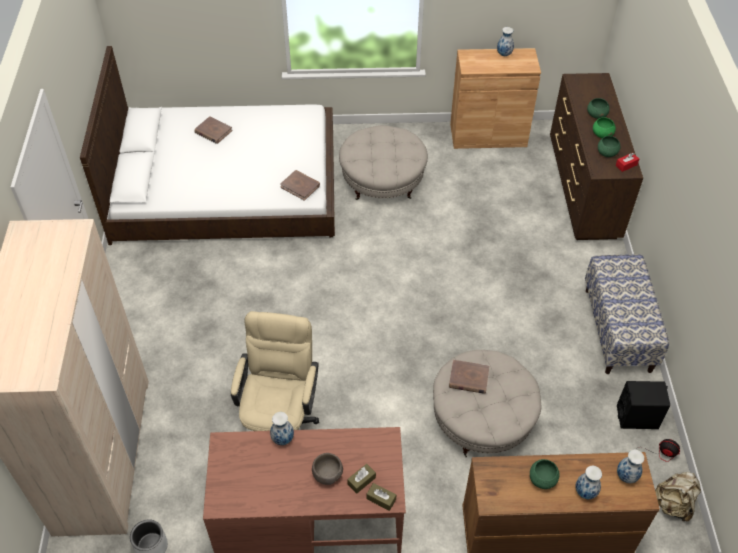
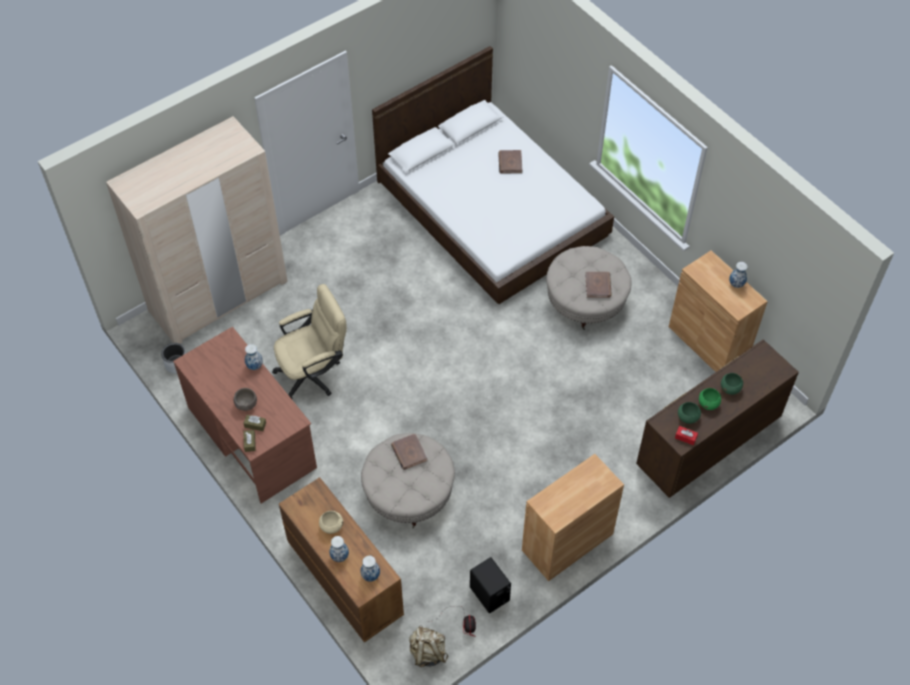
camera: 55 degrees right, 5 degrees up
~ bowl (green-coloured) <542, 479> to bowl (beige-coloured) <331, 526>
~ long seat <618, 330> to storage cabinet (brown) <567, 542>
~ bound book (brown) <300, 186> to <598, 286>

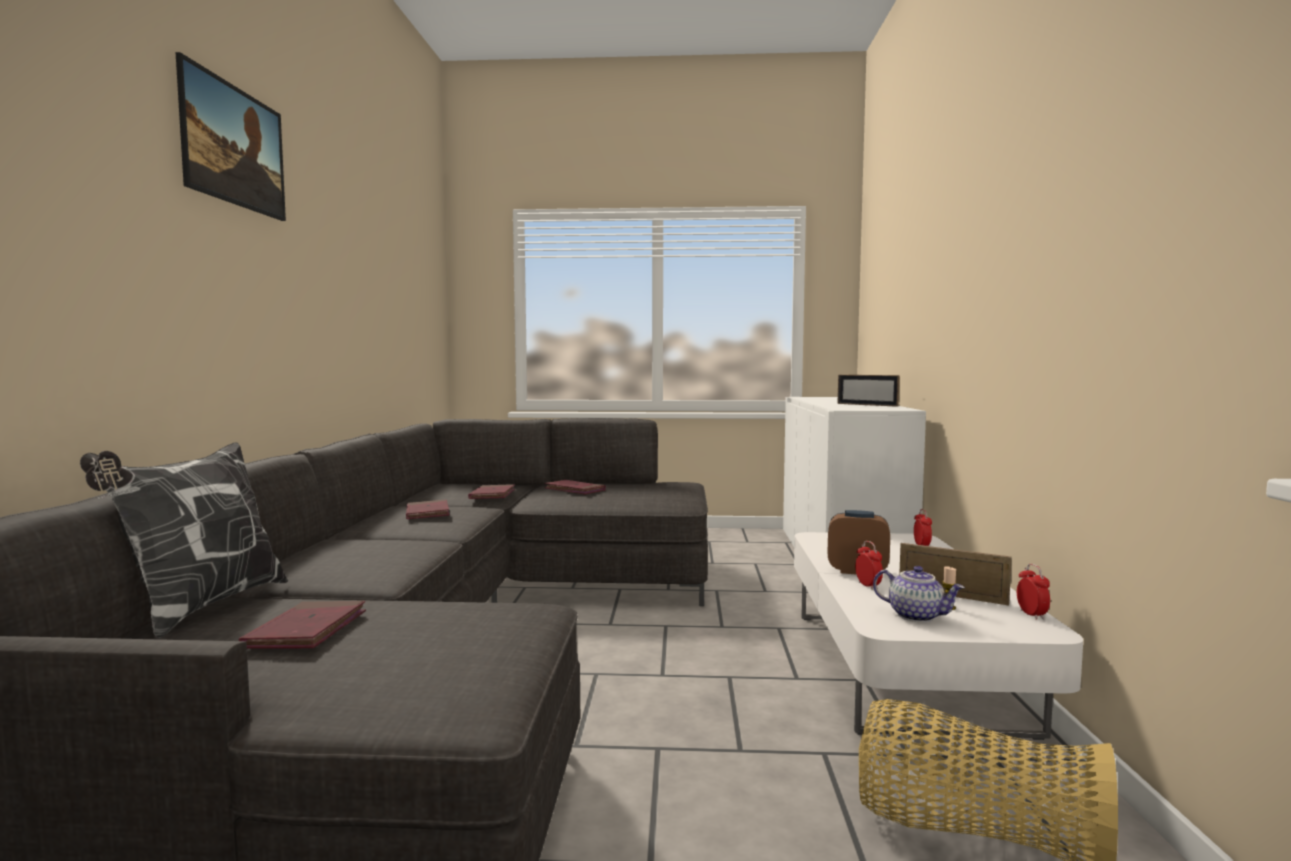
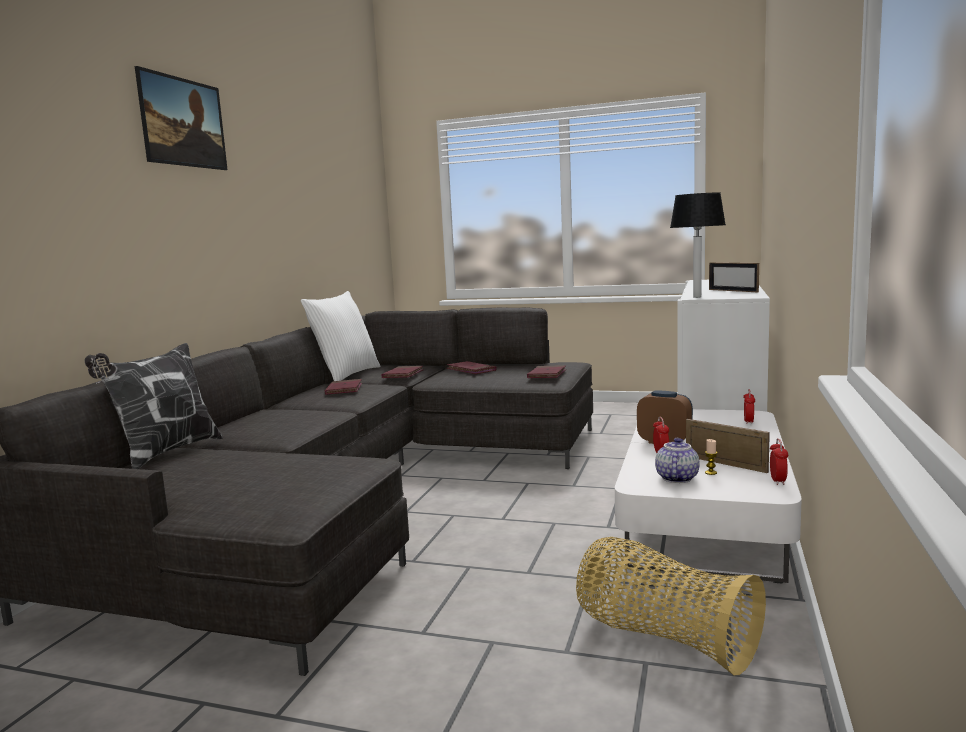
camera: 15 degrees right, 5 degrees up
+ throw pillow (white) <346, 375>
~ bound book (red-coloured) <307, 631> to <547, 375>
~ tea pot <916, 616> = <676, 478> 120 degrees counterclockwise
+ table lamp <696, 297>

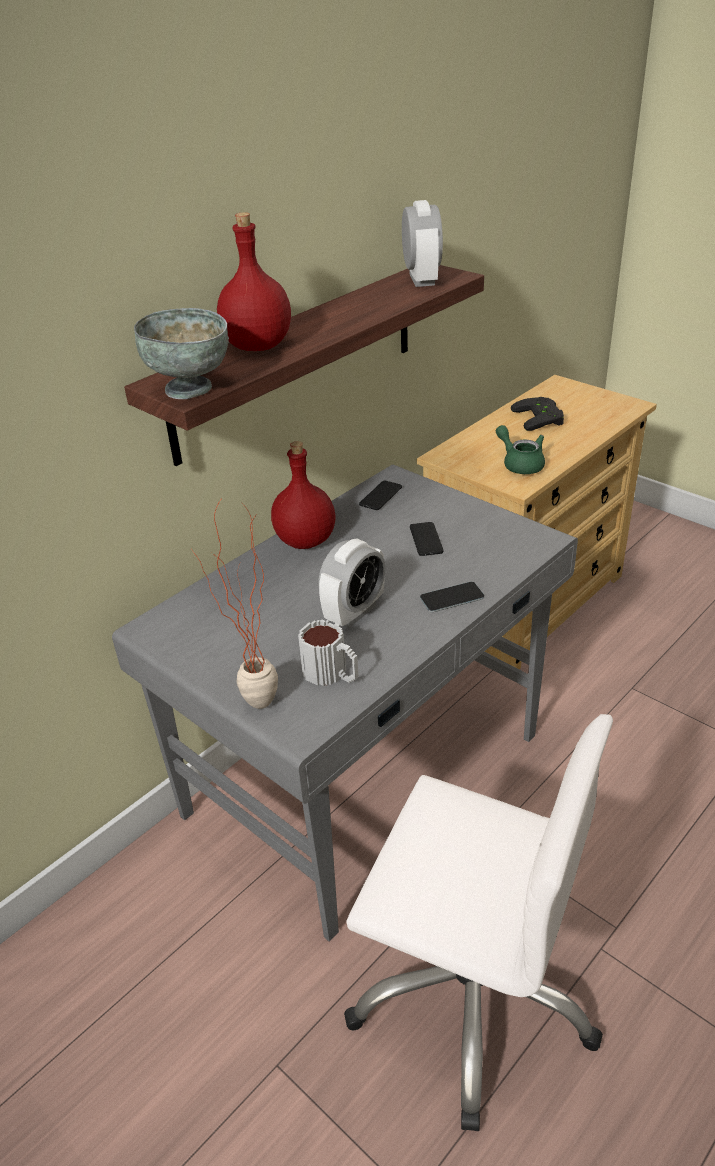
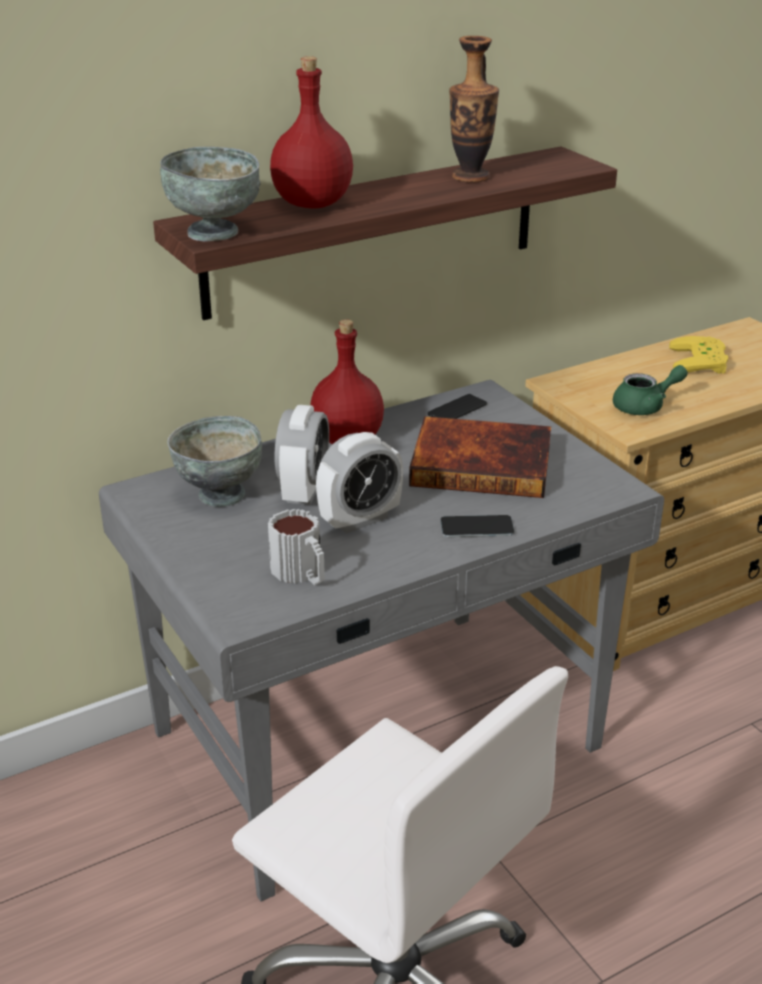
camera: 15 degrees right, 5 degrees down
+ bowl (greyish) <220, 496>
~ alarm clock <421, 279> to <304, 491>
~ phone <426, 539> to bound book <482, 463>
+ vase <470, 177>
~ tea pot (green-coloured) <520, 464> = <645, 407> 90 degrees clockwise
~ game controller (black-coloured) <541, 418> to game controller (yellowish) <702, 362>
- plant in a pot <251, 710>

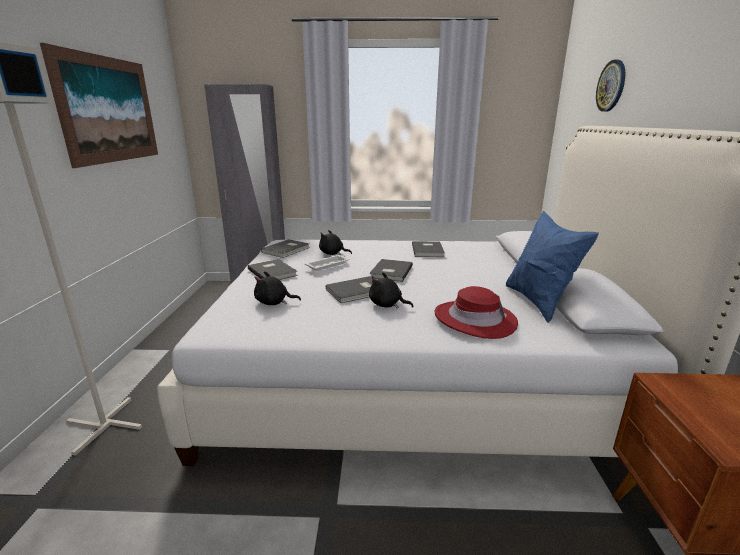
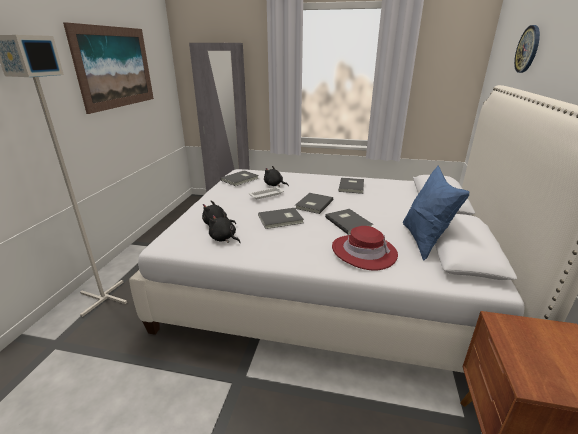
camera: 10 degrees right, 5 degrees up
~ soft toy (black-coloured) <387, 305> to <224, 238>
~ bound book (greyish) <273, 272> to <348, 222>

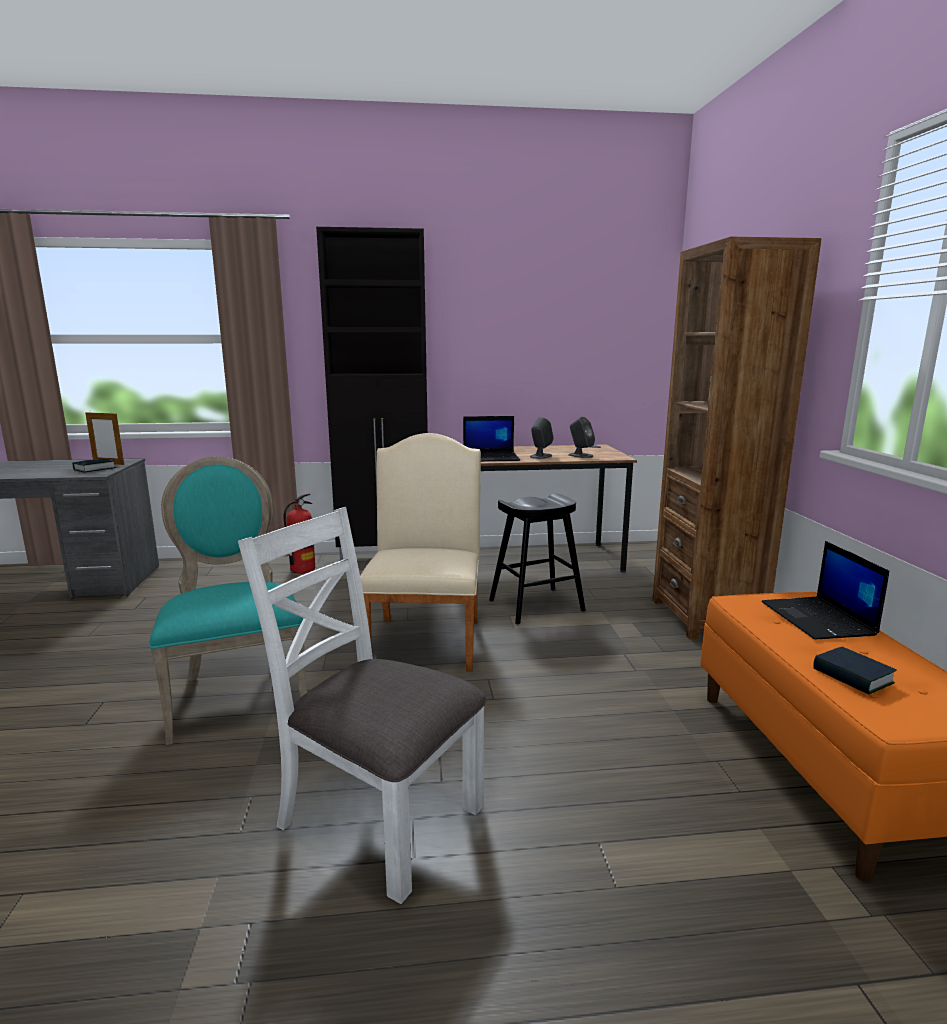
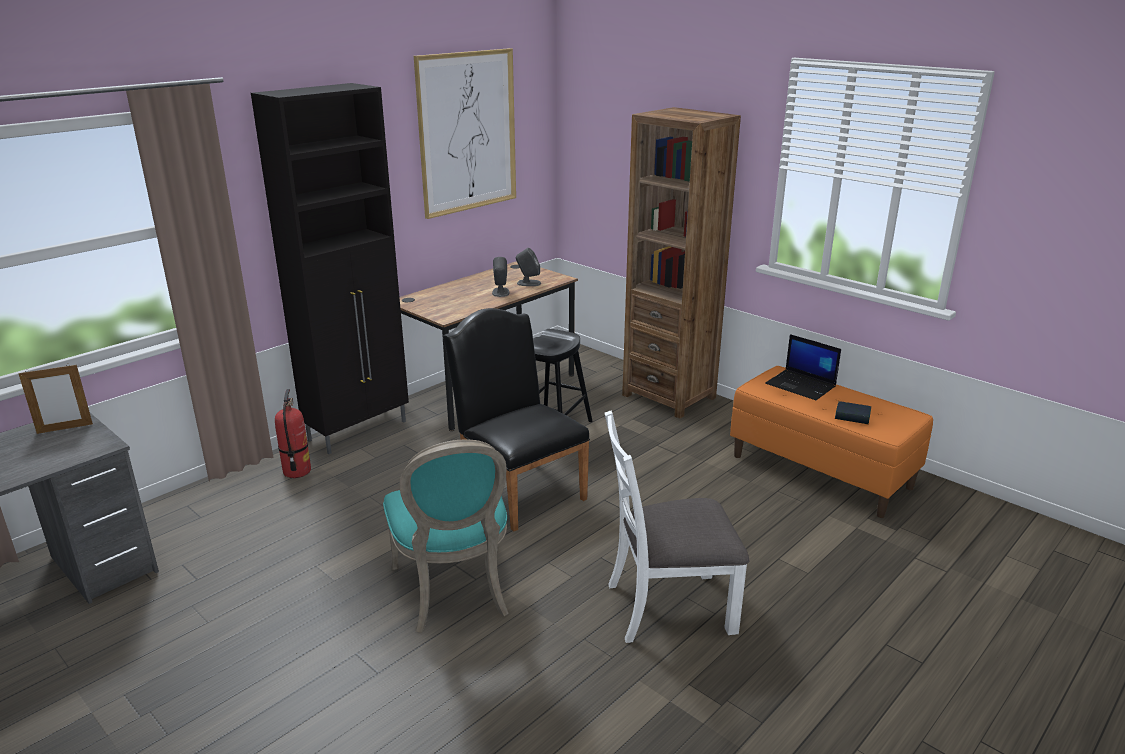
camera: 40 degrees left, 10 degrees up
~ chair (turquoise-coloured) <238, 693> = <454, 592> 135 degrees counterclockwise
+ picture <467, 132>
~ chair (beige-coloured) <427, 638> to chair (black-coloured) <518, 489>
- bound book <94, 469>
- laptop <491, 457>

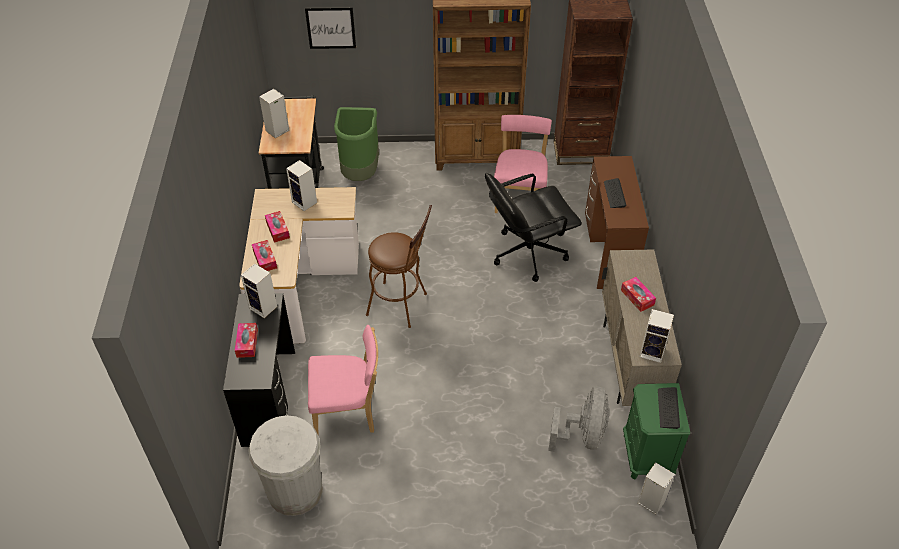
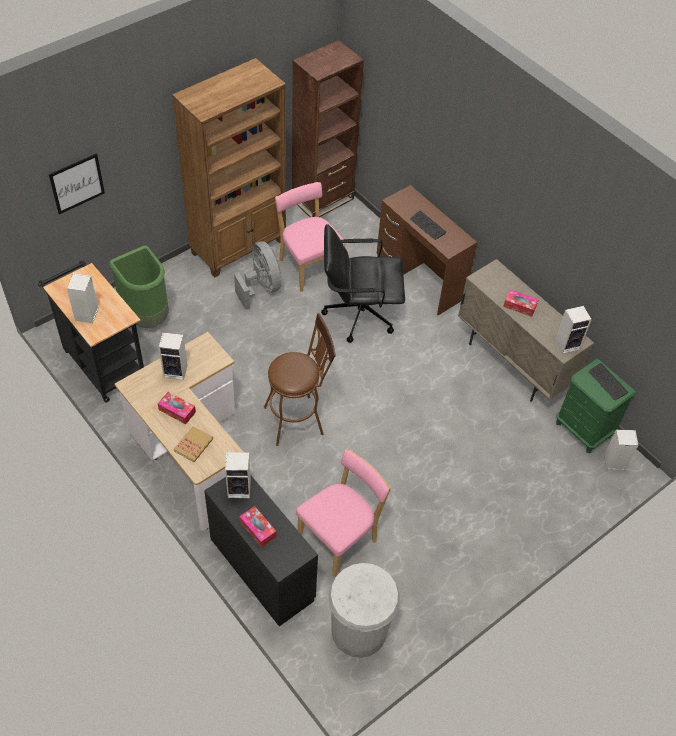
camera: 40 degrees left, 5 degrees up
~ box of tissues <265, 259> to bound book <193, 445>
~ cooling fan (greyish) <582, 435> to <261, 287>
~ office chair (black-coloured) <527, 253> = <359, 313> 60 degrees clockwise

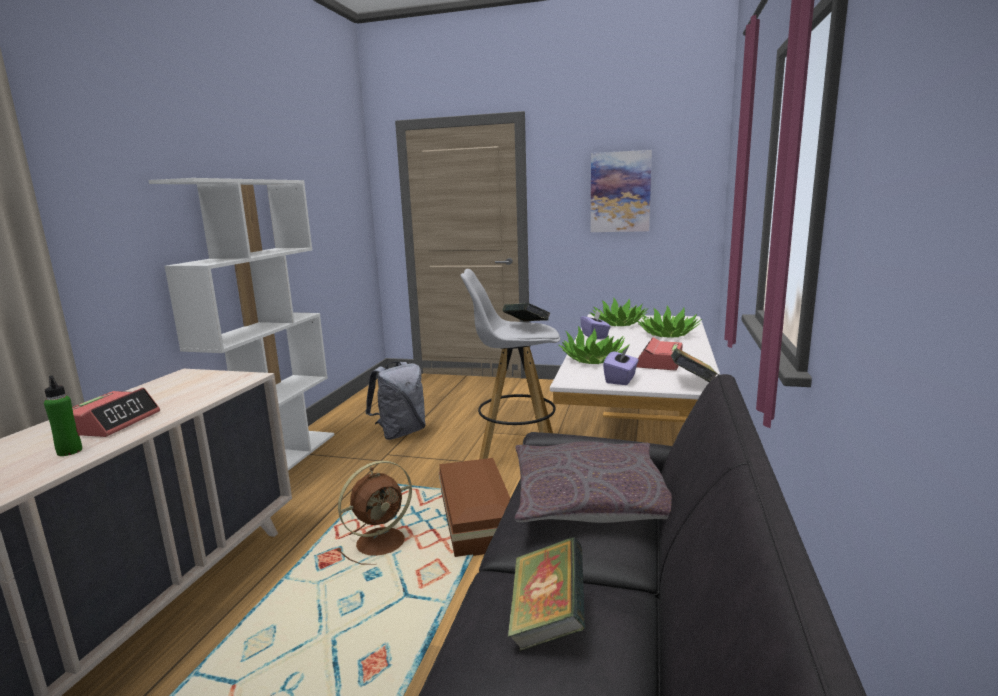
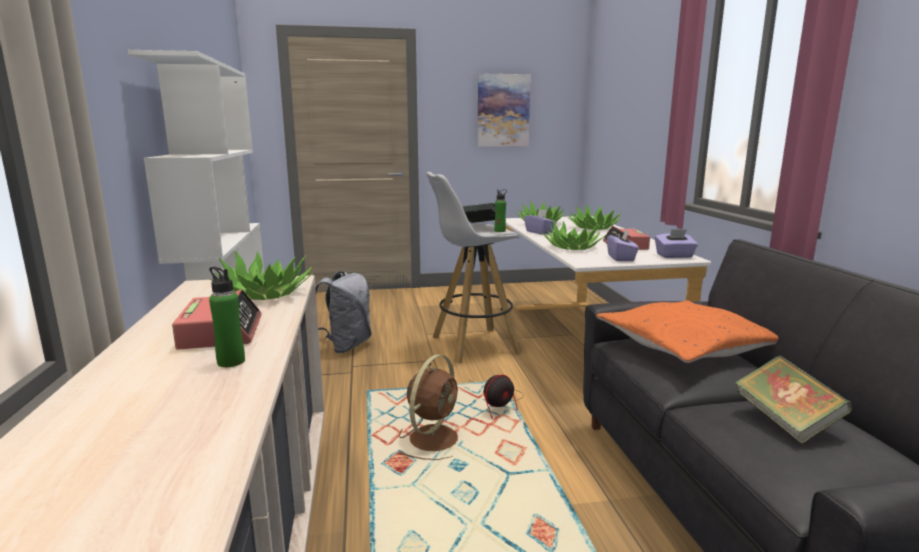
camera: 25 degrees left, 0 degrees up
+ plant in a pot <265, 294>
~ storage box (brown) <475, 519> to cooling fan <499, 403>
+ bottle (green-coloured) <500, 231>
~ throw pillow (greyish) <590, 499> to throw pillow (orange) <685, 346>
~ bound book <692, 383> to box of tissues (purple-coloured) <674, 256>

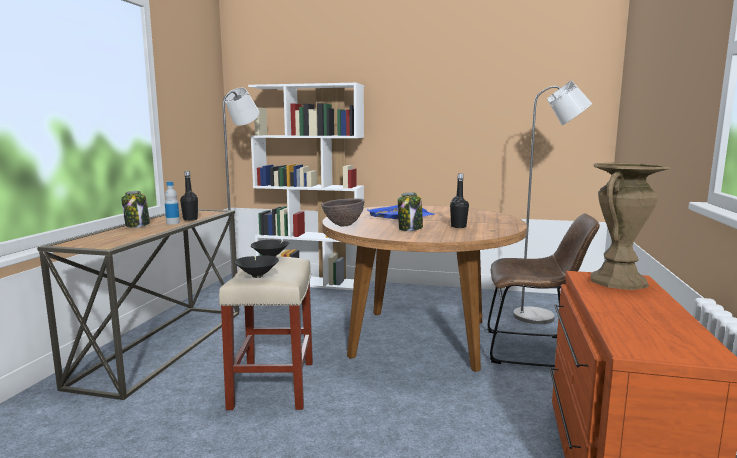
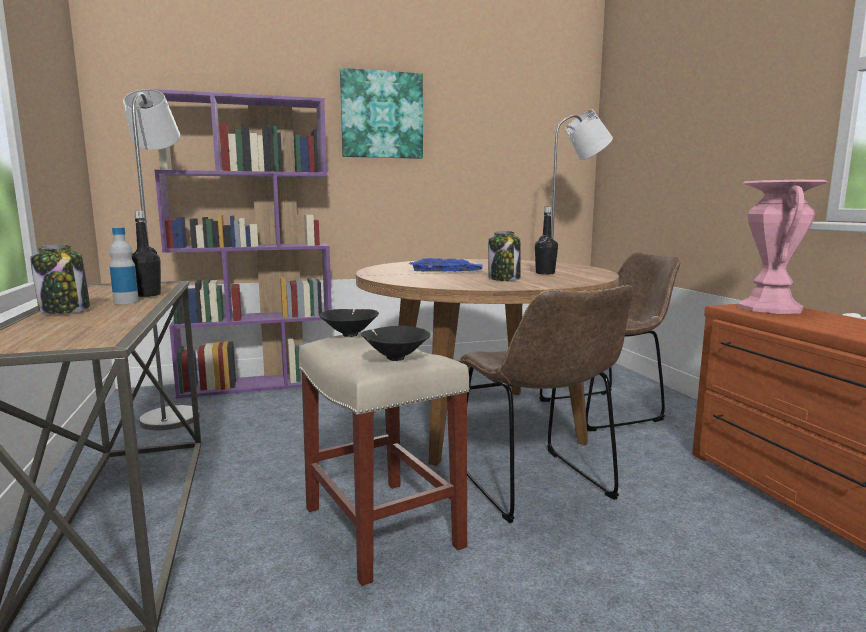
camera: 30 degrees left, 0 degrees up
~ shelving unit (white) <311, 282> to shelving unit (purple-coloured) <259, 384>
+ picture <381, 115>
+ chair (brown) <537, 487>
~ vase (brown) <618, 281> to vase (pink) <770, 308>
- bowl (brown) <343, 226>

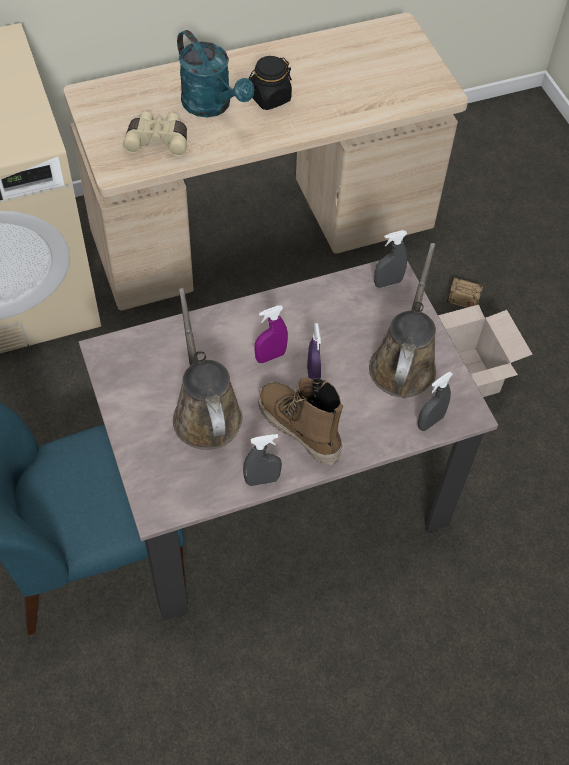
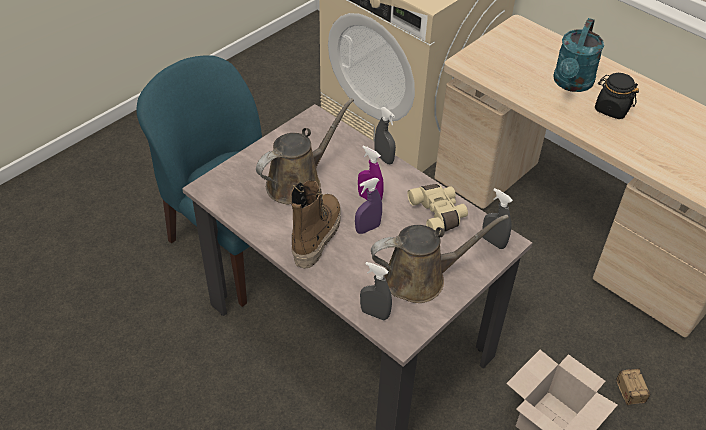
camera: 65 degrees right, 10 degrees down
~ hand sprayer (greyish) <262, 480> to <384, 158>
~ binoculars (beige-coloured) <158, 140> to <439, 214>

